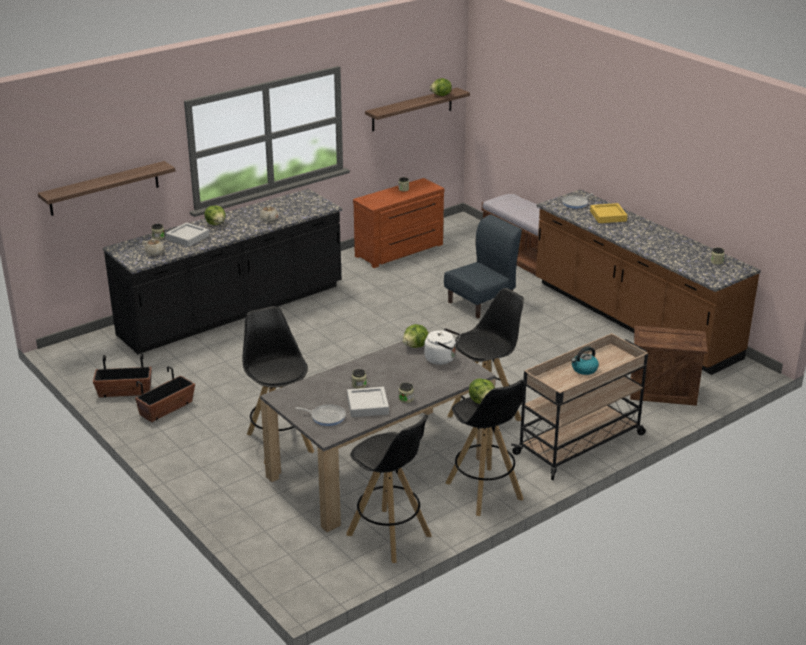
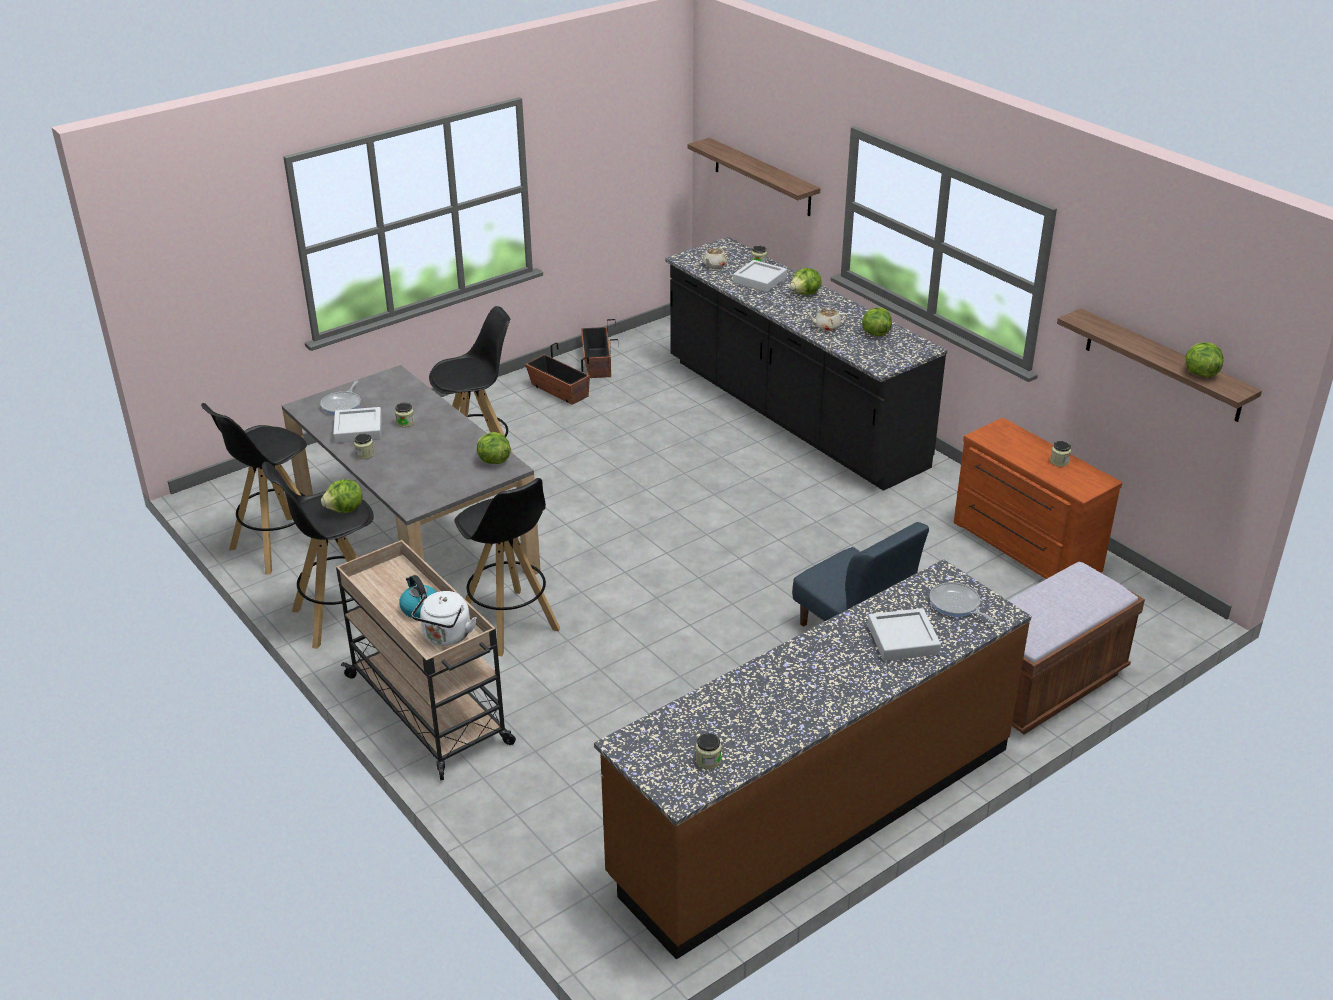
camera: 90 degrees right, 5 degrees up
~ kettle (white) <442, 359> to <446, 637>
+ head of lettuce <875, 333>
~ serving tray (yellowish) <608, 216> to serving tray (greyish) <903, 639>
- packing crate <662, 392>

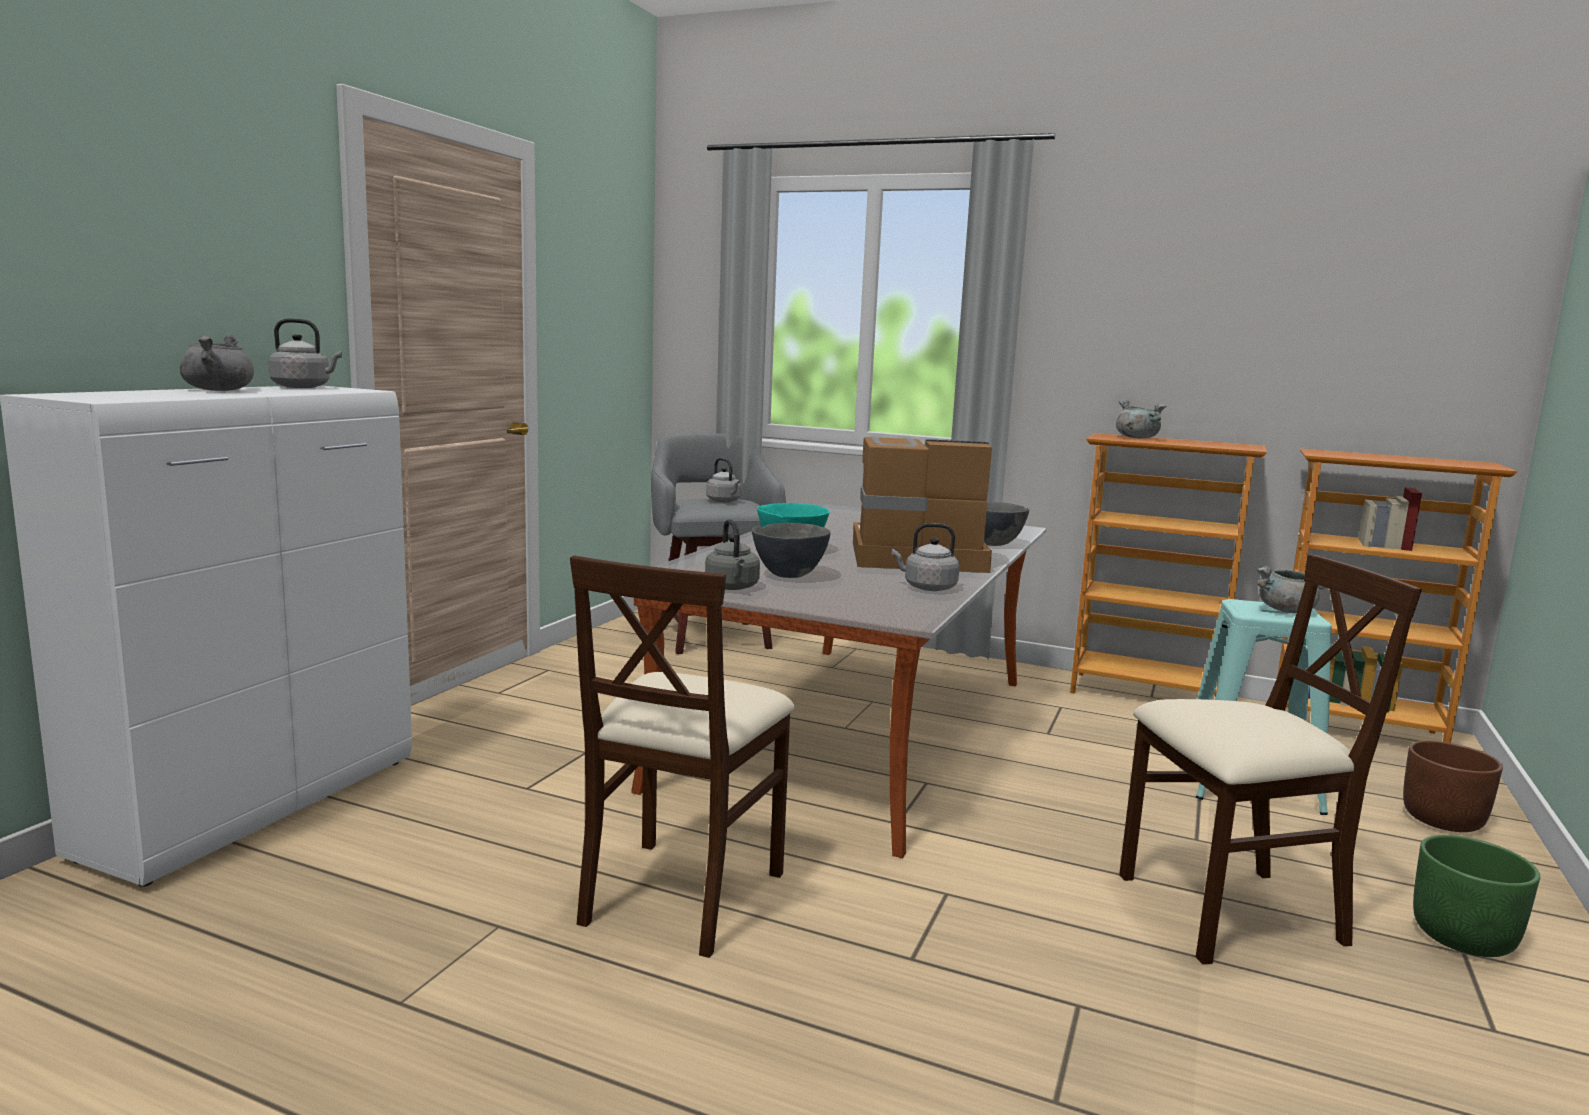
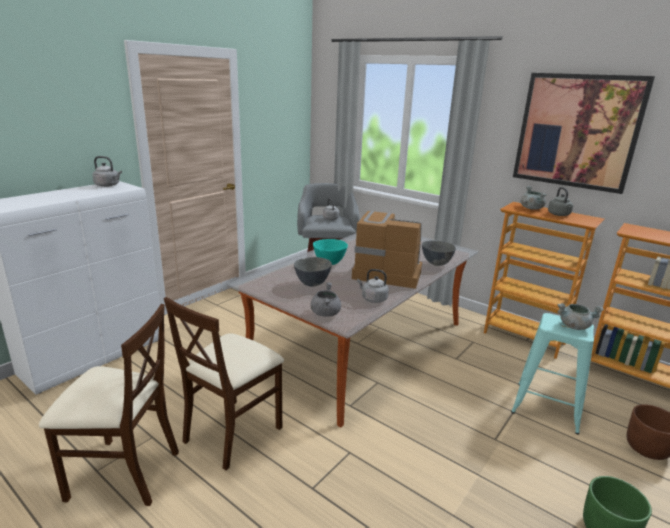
camera: 15 degrees right, 10 degrees up
~ chair (beige-coloured) <1229, 912> to <123, 473>
~ cooking pot (greyish) <218, 390> to <325, 313>
+ picture <577, 131>
~ kettle (greyish) <732, 587> to <559, 215>

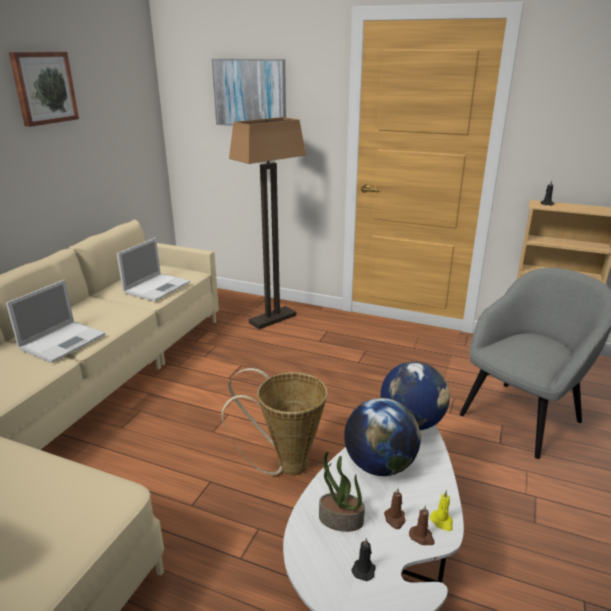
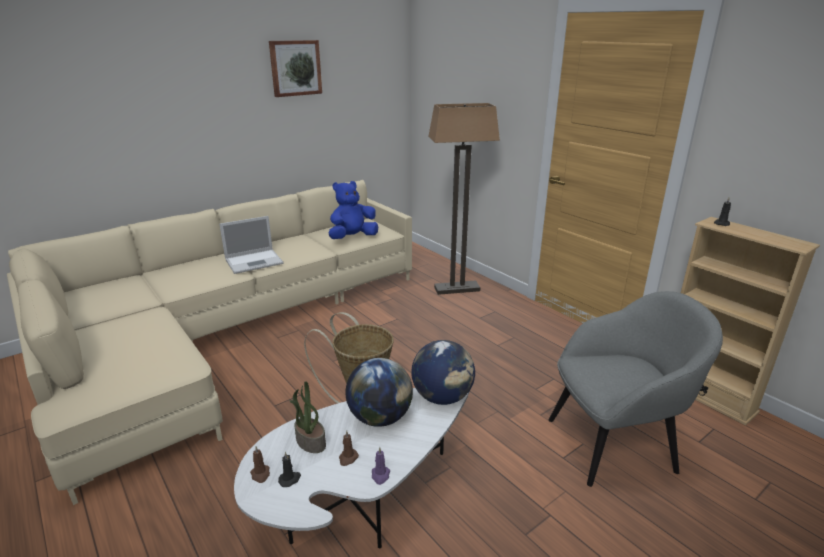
camera: 30 degrees right, 0 degrees up
~ wax candle (brown) <422, 537> to <260, 474>
~ laptop <158, 287> to soft toy (blue-coloured) <352, 237>
~ wax candle (yellowish) <442, 521> to wax candle (purple-coloured) <380, 475>
- picture <250, 93>

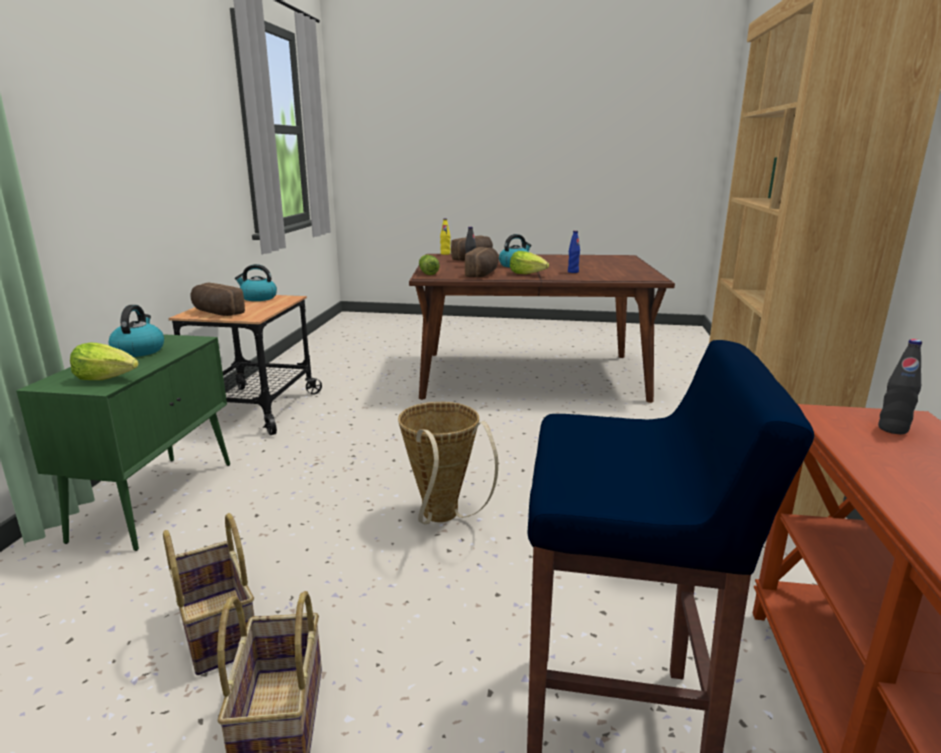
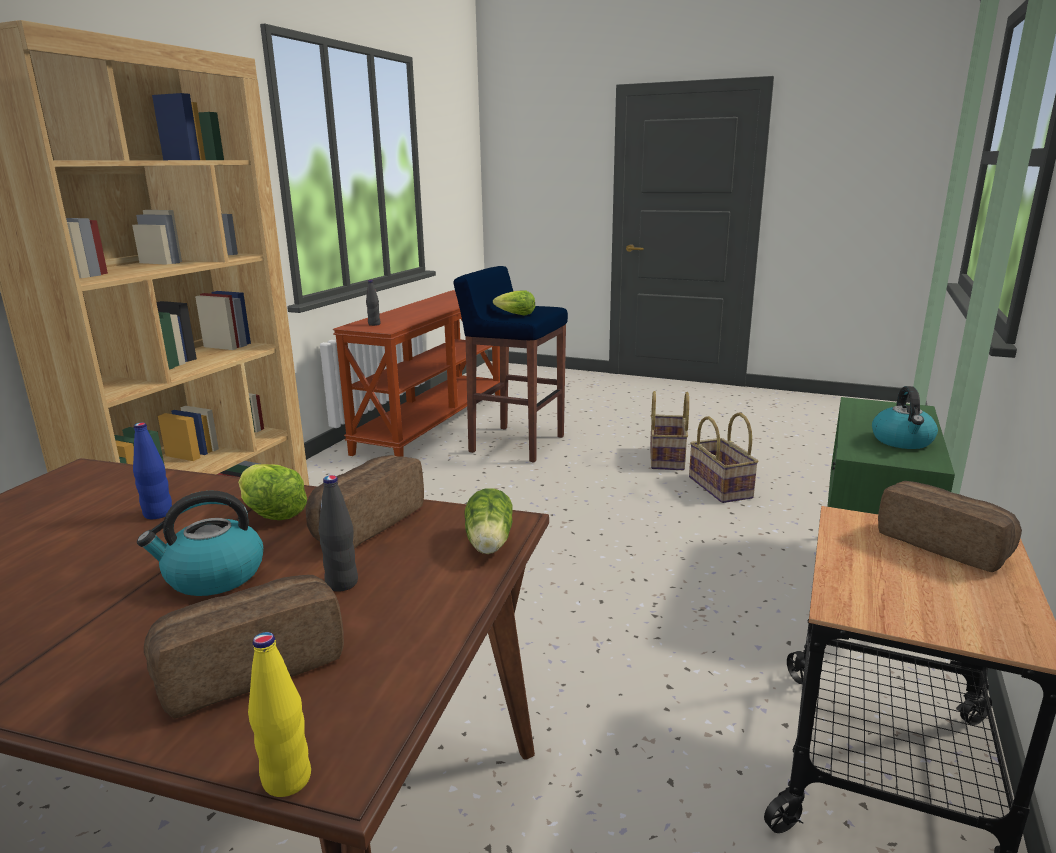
camera: 165 degrees left, 0 degrees up
~ head of lettuce <107, 378> to <515, 315>
- kettle <258, 298>
- storage basket <442, 518>

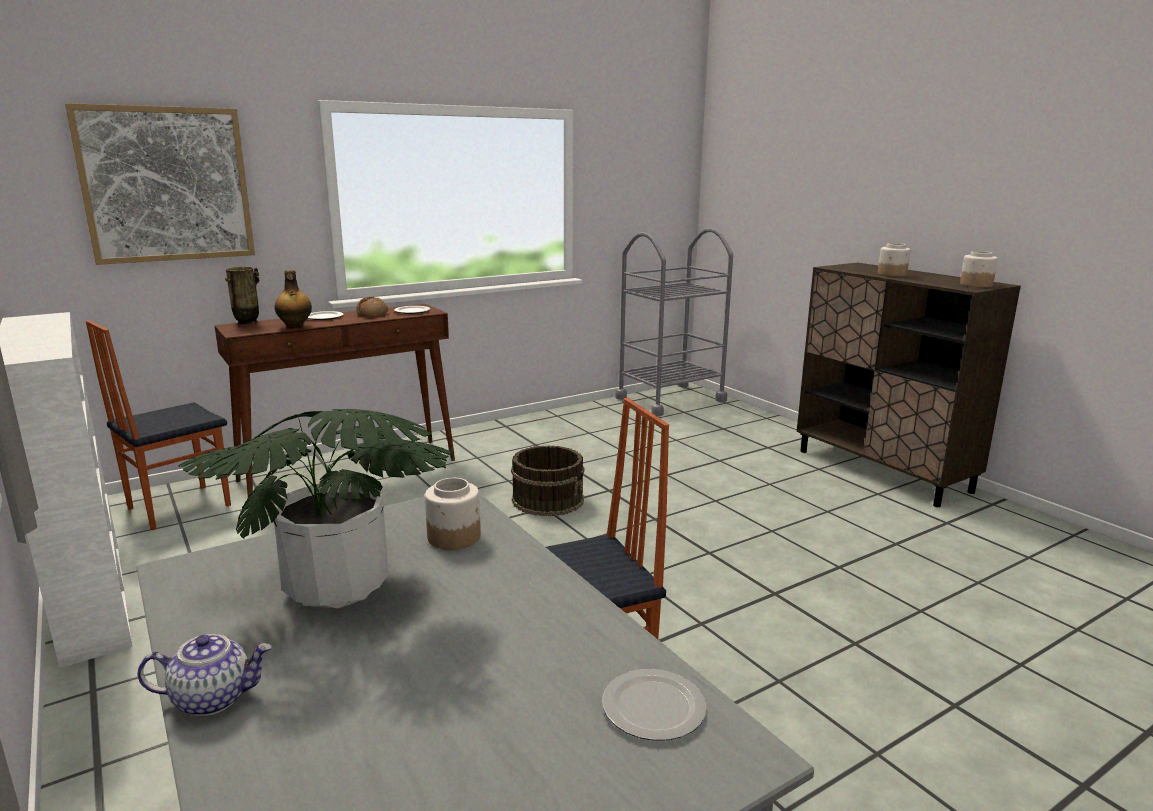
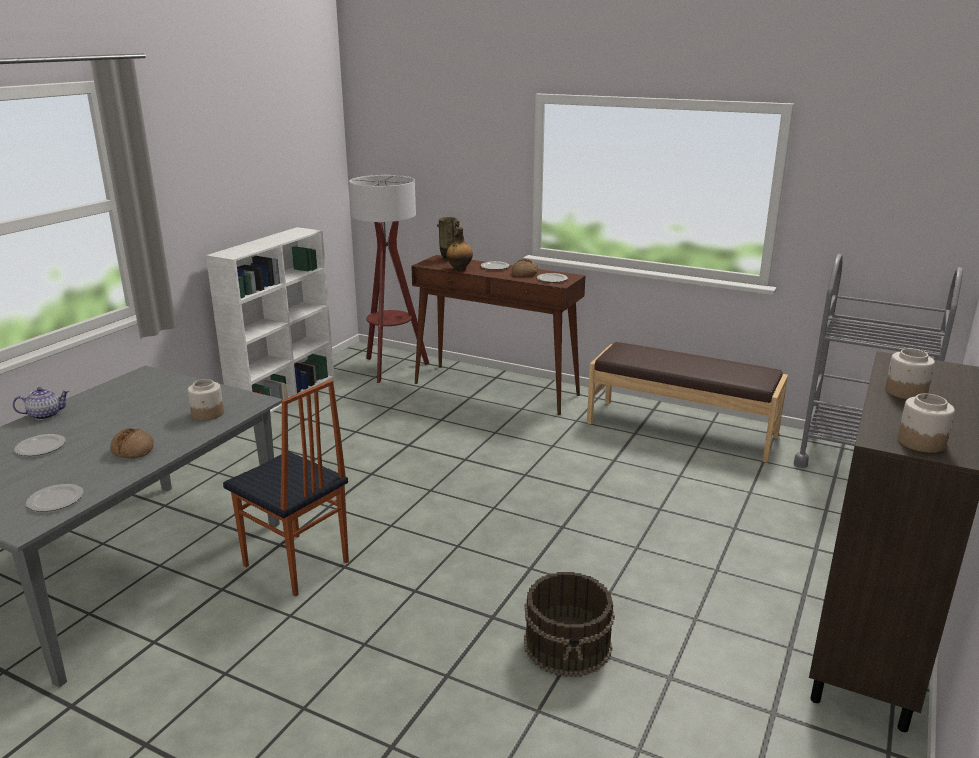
camera: 60 degrees right, 5 degrees up
~ tea pot <213, 698> = <45, 415> 75 degrees counterclockwise
+ dinner plate <40, 447>
+ bread <133, 450>
~ chair <178, 507> to standard lamp <391, 368>
~ bucket (brown) <548, 499> to <568, 644>
+ long seat (brown) <681, 429>
- picture <166, 184>
- plant in a pot <336, 586>

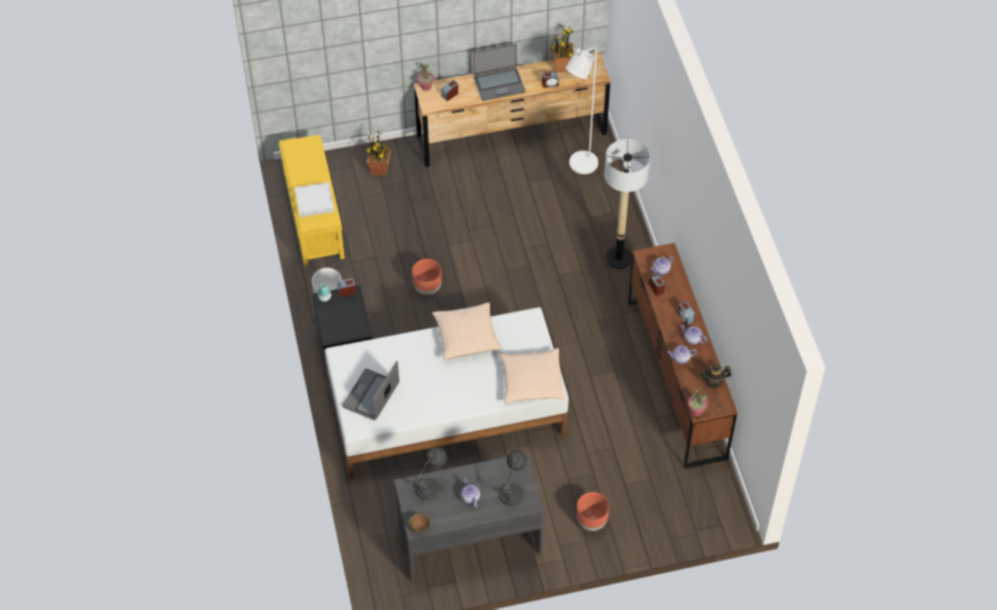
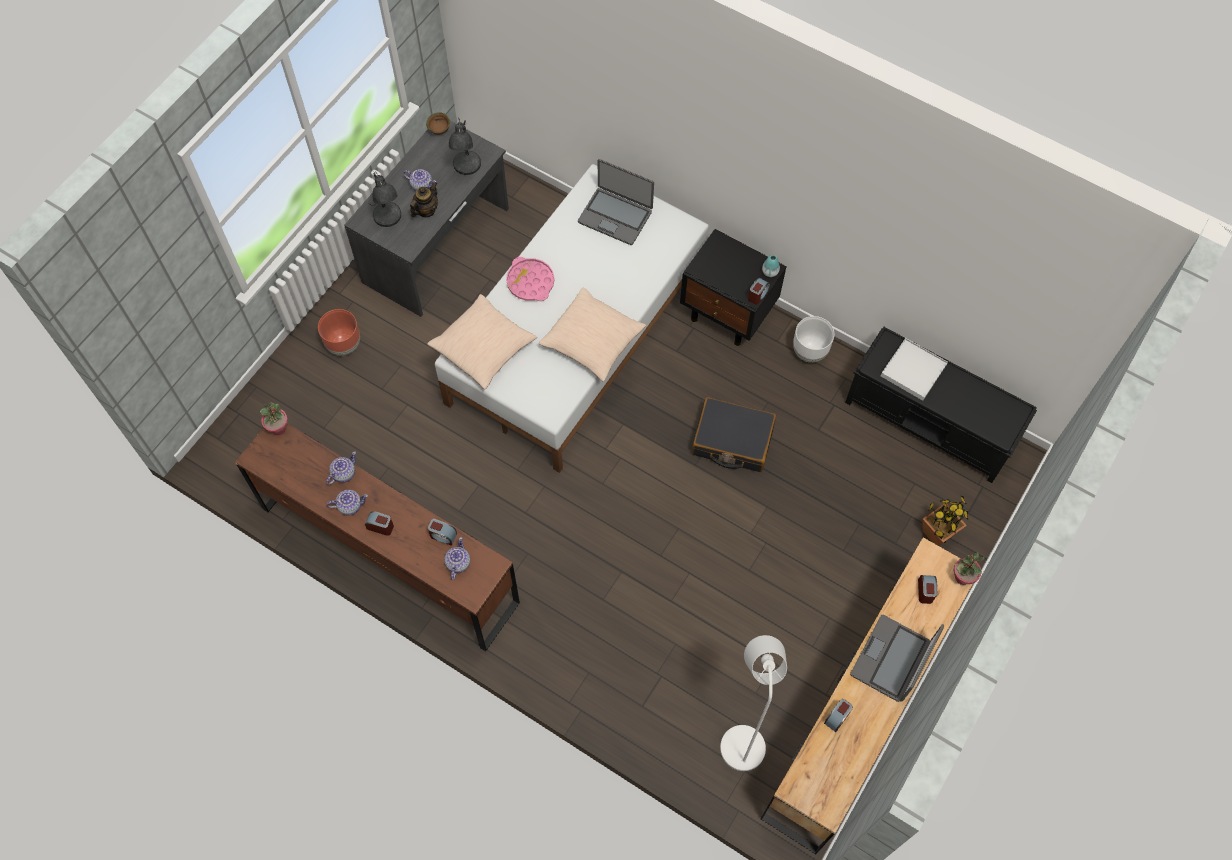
camera: 135 degrees right, 10 degrees up
~ tea pot <713, 382> to <426, 210>
+ serving tray (pink) <530, 282>
~ laptop <371, 395> = <615, 216> 135 degrees clockwise
~ flower pot (brown) <427, 288> to travel case (black-coloured) <732, 440>
~ long seat (yellowish) <313, 215> to long seat (black-coloured) <931, 422>
- plant in a pot <562, 67>
- standard lamp <618, 258>

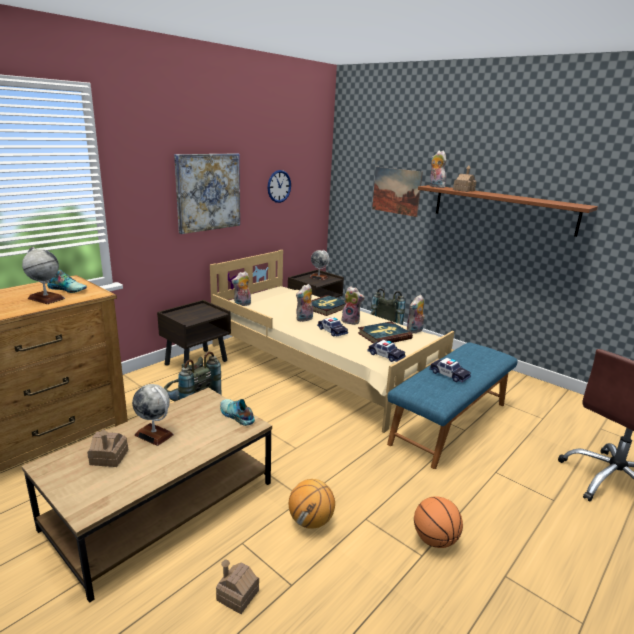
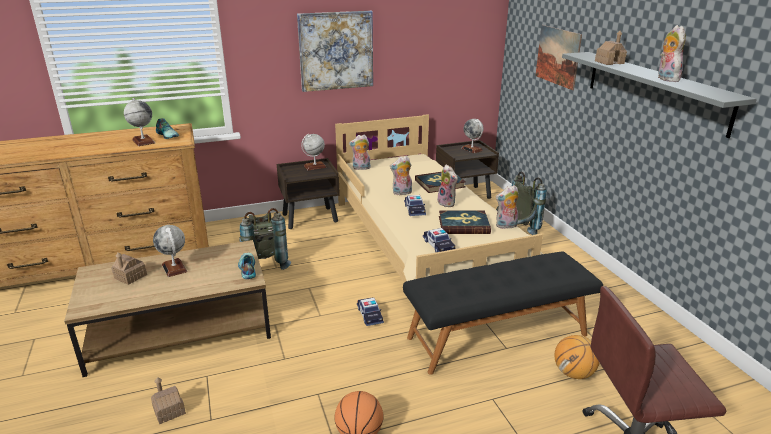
camera: 30 degrees right, 5 degrees up
+ globe <315, 166>
~ toy car <449, 375> to <369, 315>
~ long seat (blue-coloured) <449, 422> to long seat (black-coloured) <497, 335>
~ ball for basketball <311, 521> to <574, 373>
~ shelf (brown) <503, 209> to shelf (greyish) <654, 90>
~ soft toy <435, 186> to <665, 79>
- clock on the wall <279, 186>

